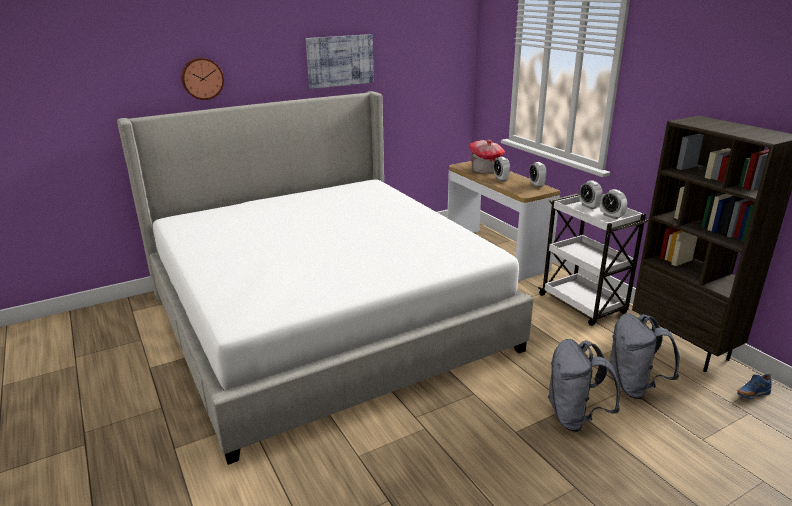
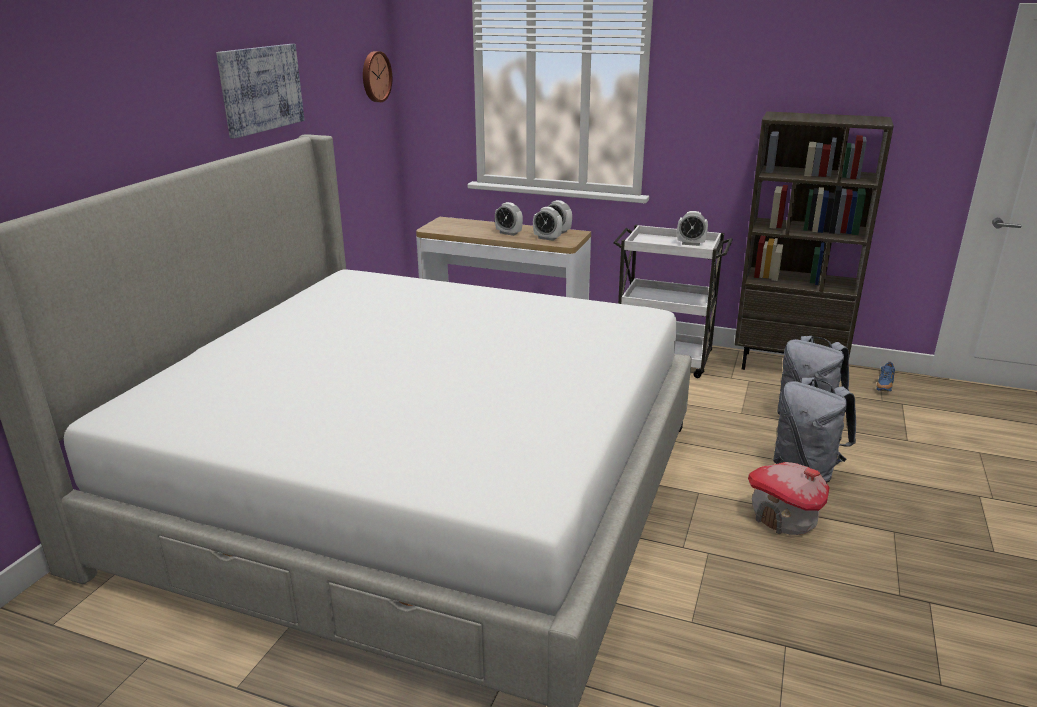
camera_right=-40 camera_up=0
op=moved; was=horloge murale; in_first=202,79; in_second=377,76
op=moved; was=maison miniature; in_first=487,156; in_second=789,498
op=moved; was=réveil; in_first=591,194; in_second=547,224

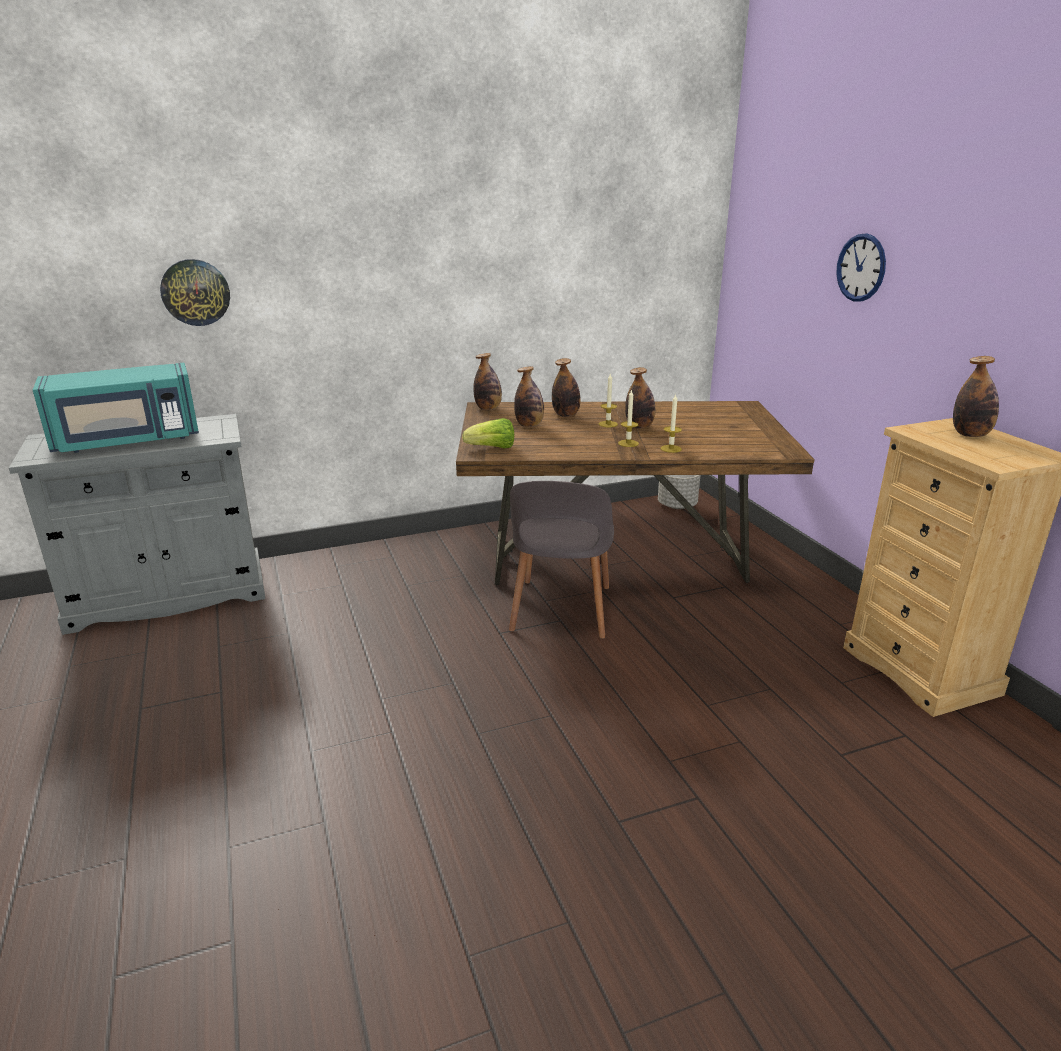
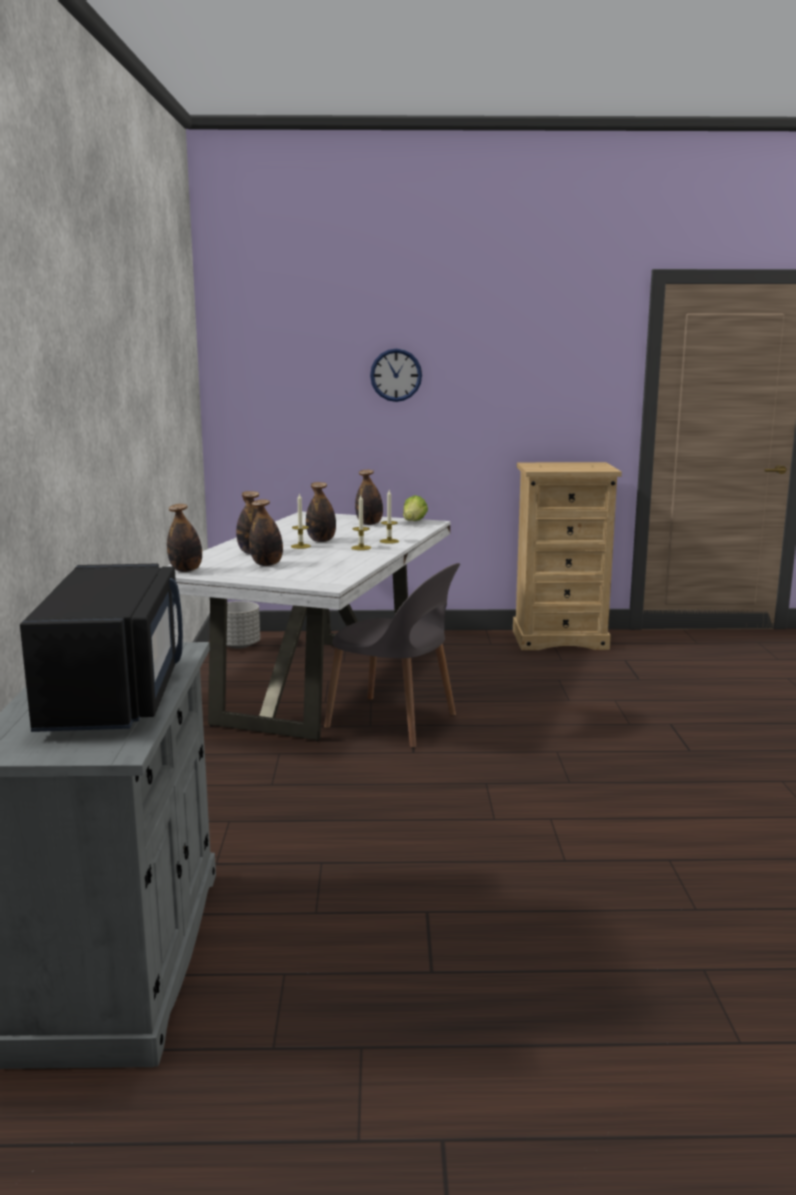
camera_right=-70 camera_up=-10
op=removed; was=horloge murale; in_first=195,292
op=moved; was=laitue; in_first=488,433; in_second=415,508
op=moved; was=bouteille; in_first=976,396; in_second=369,497
op=recoloured; was=micro-ondes/turquoise; now=micro-ondes/noir; in_first=116,408; in_second=101,647
op=recoloured; was=table à manger/marron; now=table à manger/blanc; in_first=635,493; in_second=308,626

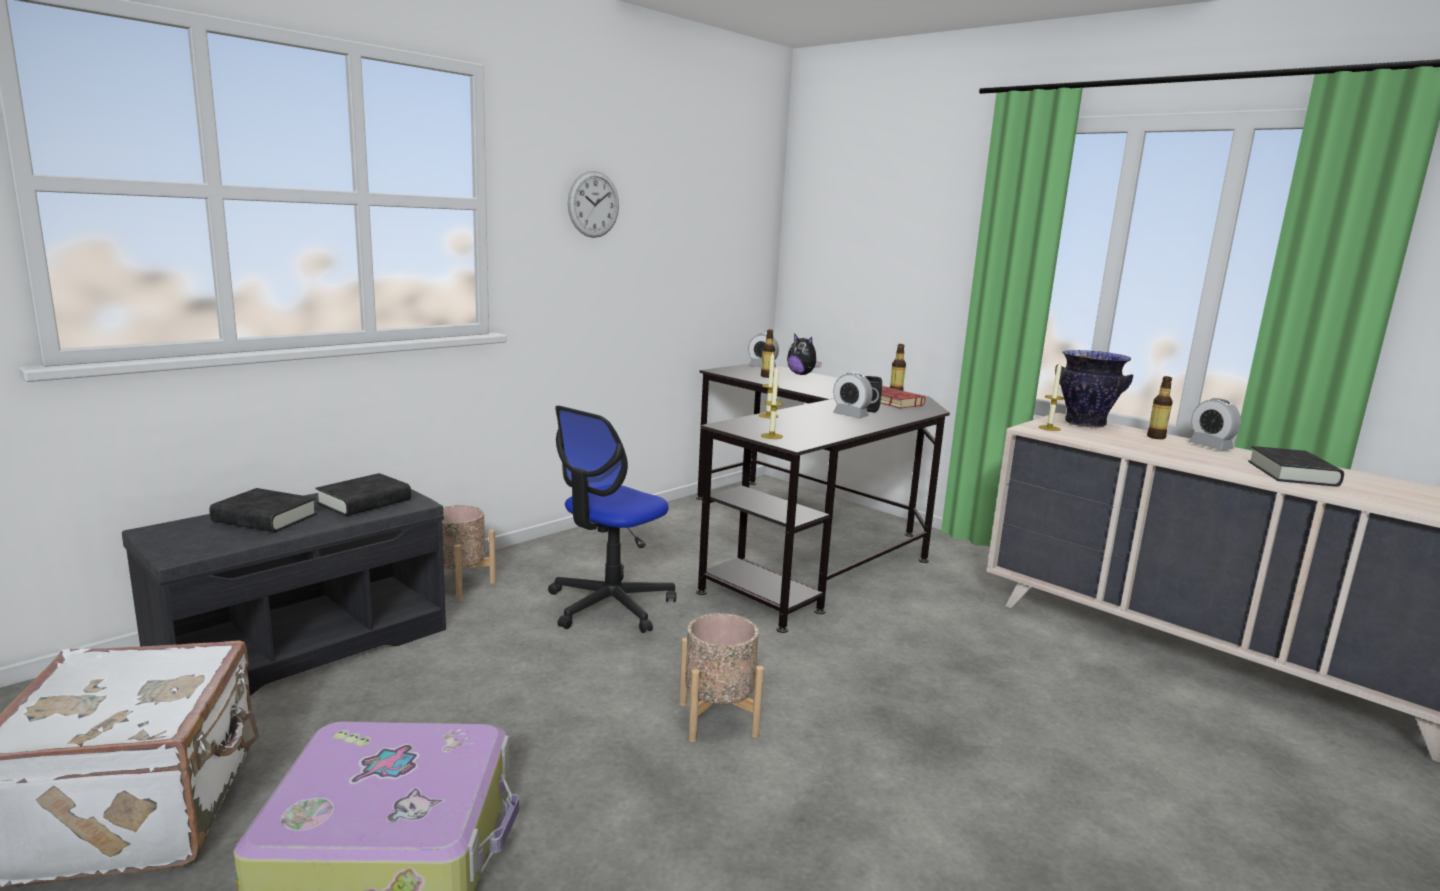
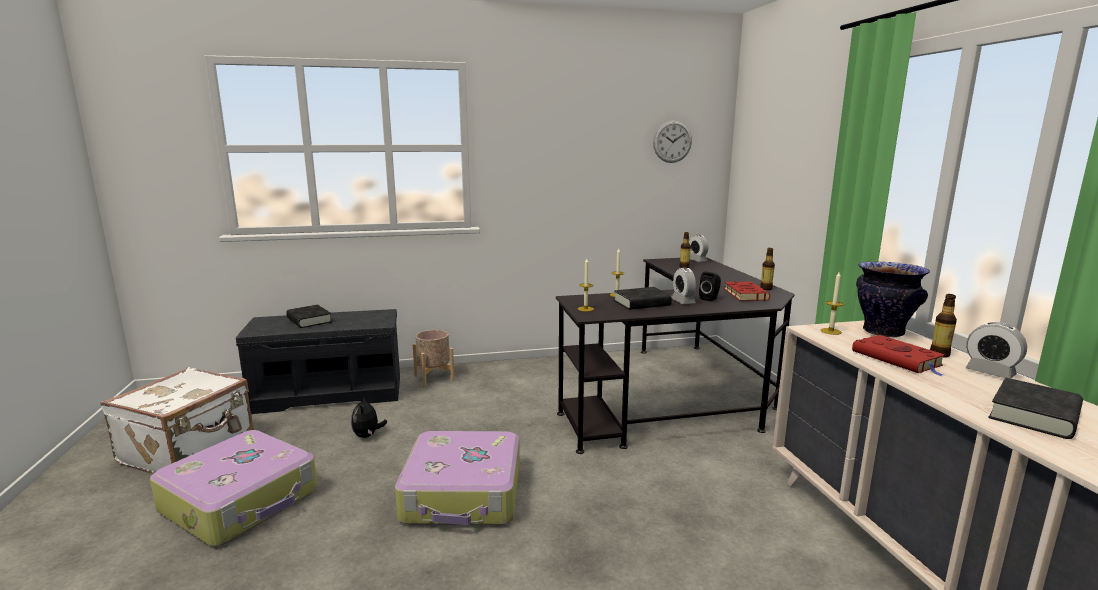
camera_right=35 camera_up=0
op=removed; was=chaise de bureau; in_first=612,519
op=added; now=livre/rouge; in_second=898,355
op=moved; was=livre/noir; in_first=363,494; in_second=643,298
op=moved; was=horloge murale; in_first=593,204; in_second=672,141
op=moved; was=peluche; in_first=804,354; in_second=369,417
op=replaced; was=cache-pot/beige; now=valise; in_first=721,677; in_second=457,478
op=turned; was=réveil; in_first=1215,424; in_second=996,350; clockwise=-45

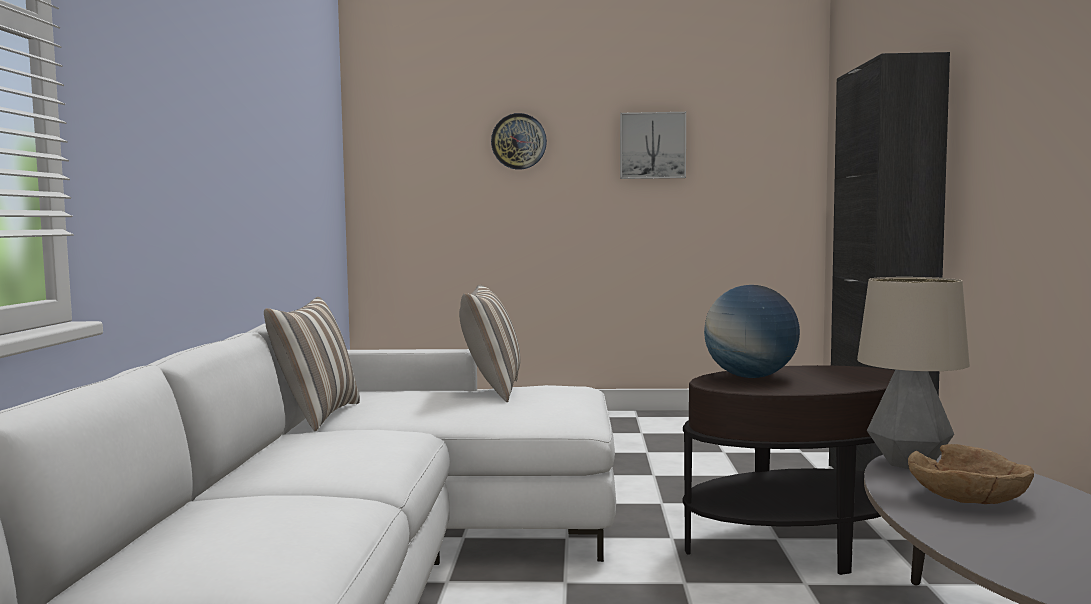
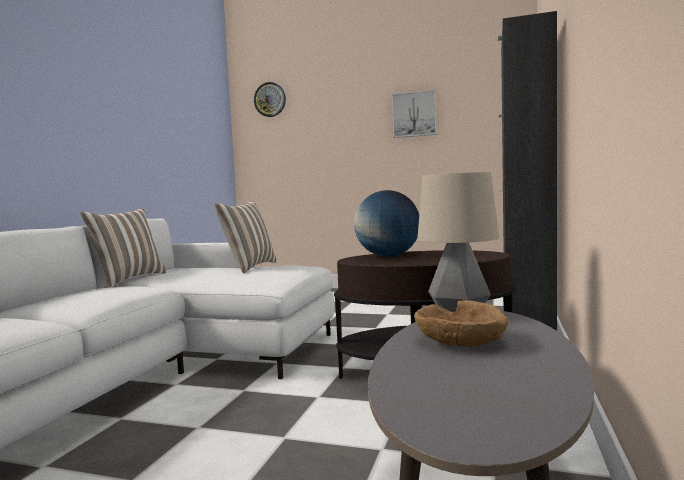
camera_right=15 camera_up=0
op=moved; was=horloge murale; in_first=519,141; in_second=270,99

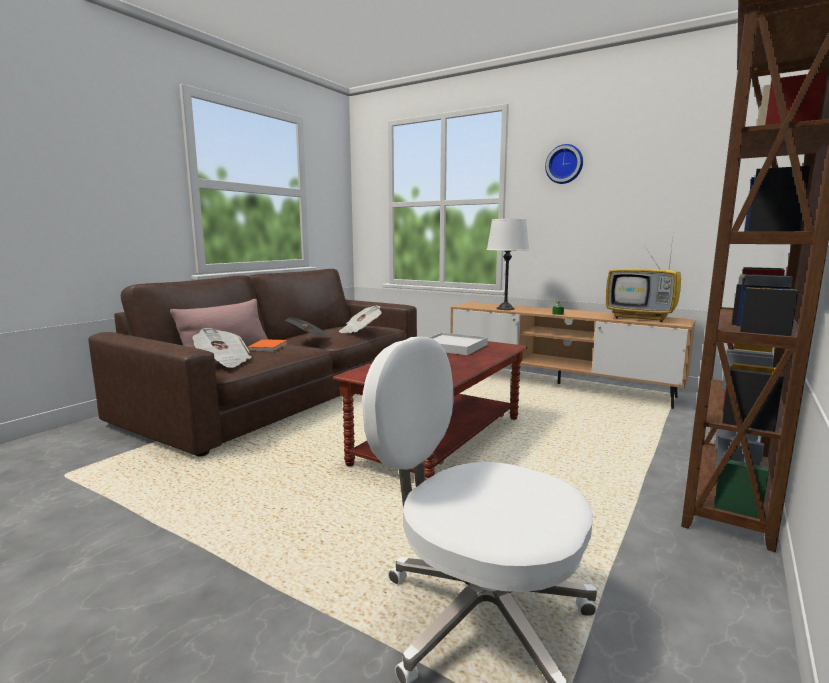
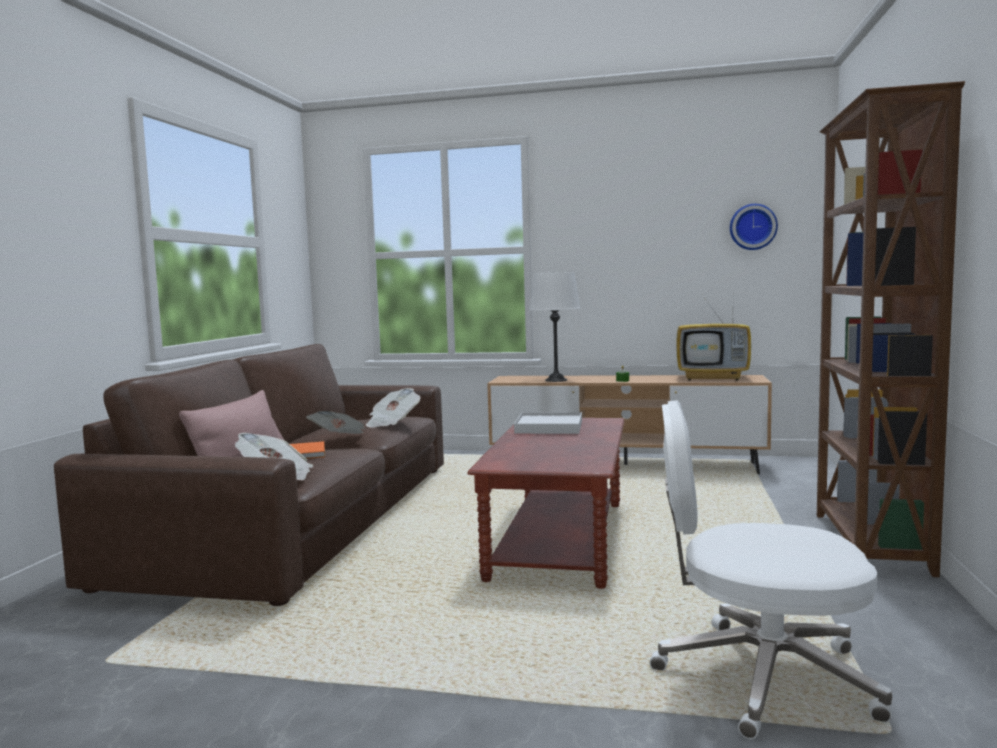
camera_right=-20 camera_up=-5
op=moved; was=horloge murale; in_first=564,164; in_second=754,227

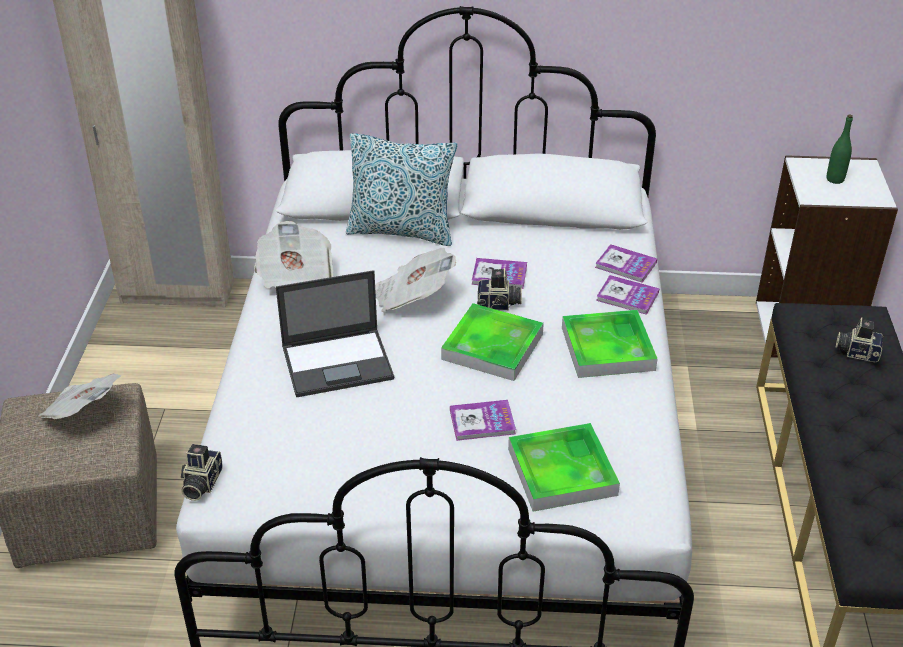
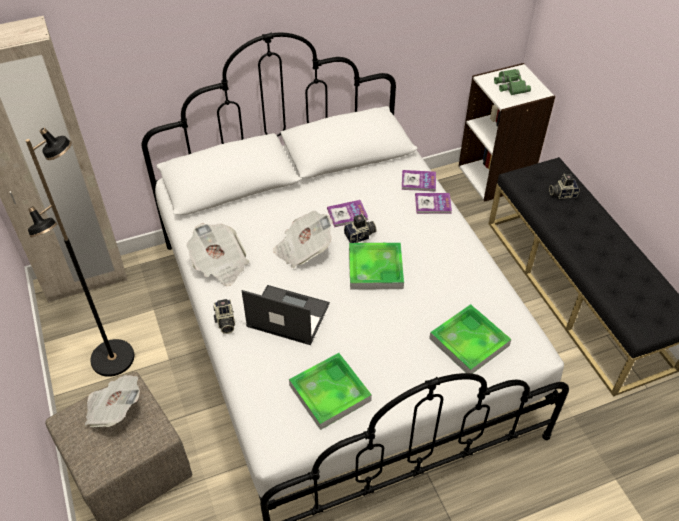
camera_right=-25 camera_up=10
op=removed; was=coussin; in_first=402,189
op=removed; was=livre; in_first=483,420
op=added; now=lampadaire/noir; in_second=80,252
op=moved; was=appareil photo; in_first=202,472; in_second=224,316
op=moved; was=plateau; in_first=610,344; in_second=330,391
op=replaced; was=bouteille/vert; now=jumelles/vert; in_first=840,149; in_second=512,82
op=turned; was=ordinateur portable; in_first=335,333; in_second=286,315; clockwise=-120

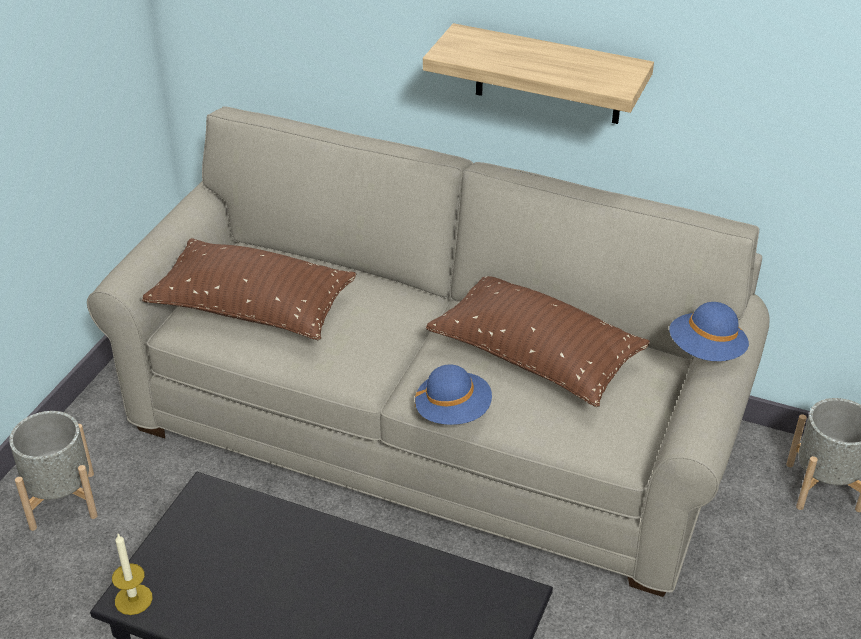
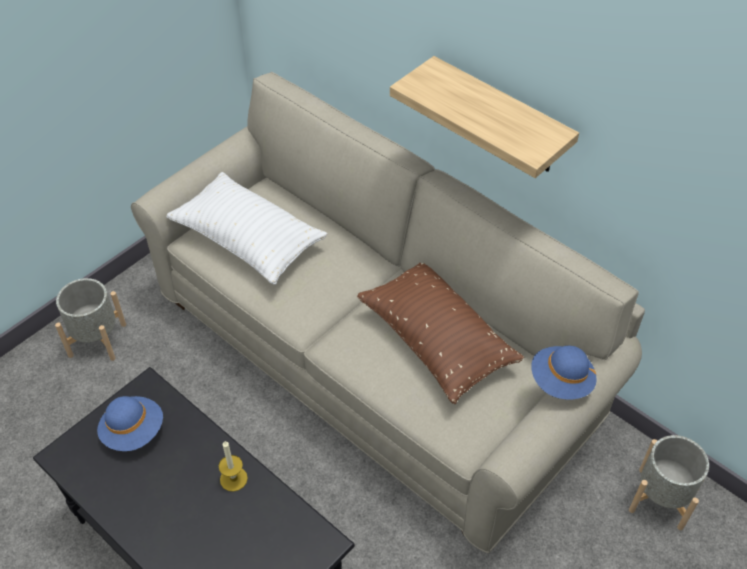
camera_right=20 camera_up=10
op=moved; was=bougie; in_first=132,574; in_second=233,466
op=moved; was=chapeau/bleu; in_first=453,394; in_second=130,423
op=recoloured; was=coussin/marron; now=coussin/blanc; in_first=249,289; in_second=246,228

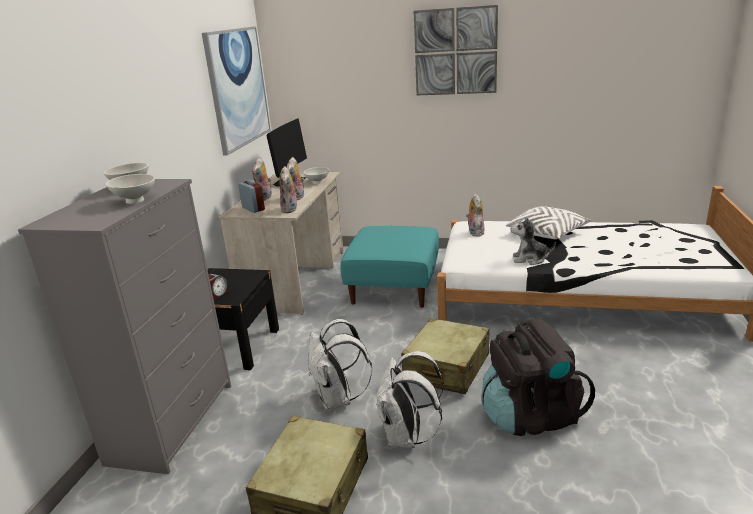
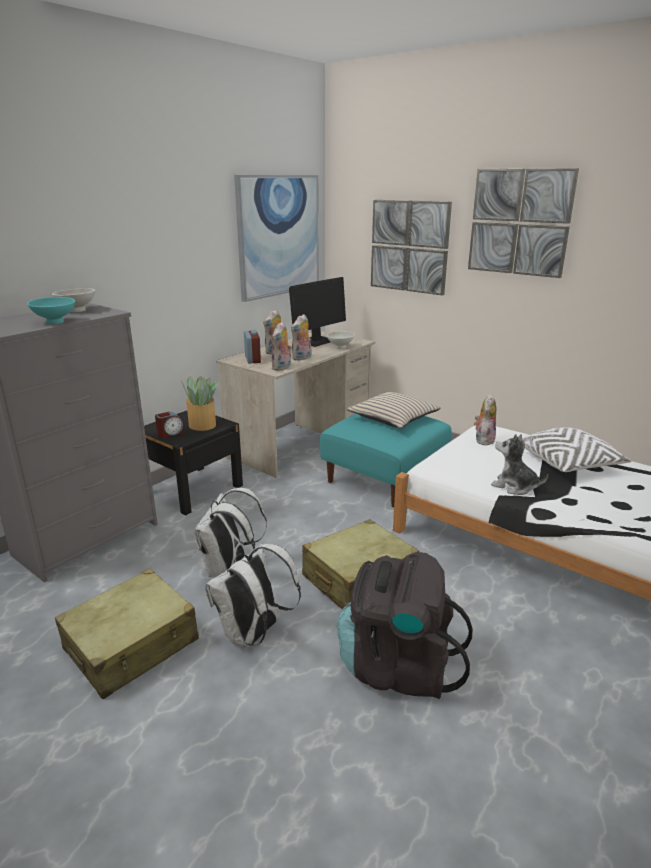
camera_right=25 camera_up=0
op=added; now=plante en pot; in_second=199,403
op=added; now=coussin/beige; in_second=393,410
op=added; now=tableau; in_second=411,248
op=recoloured; was=bol/blanc; now=bol/turquoise; in_first=130,189; in_second=51,310

